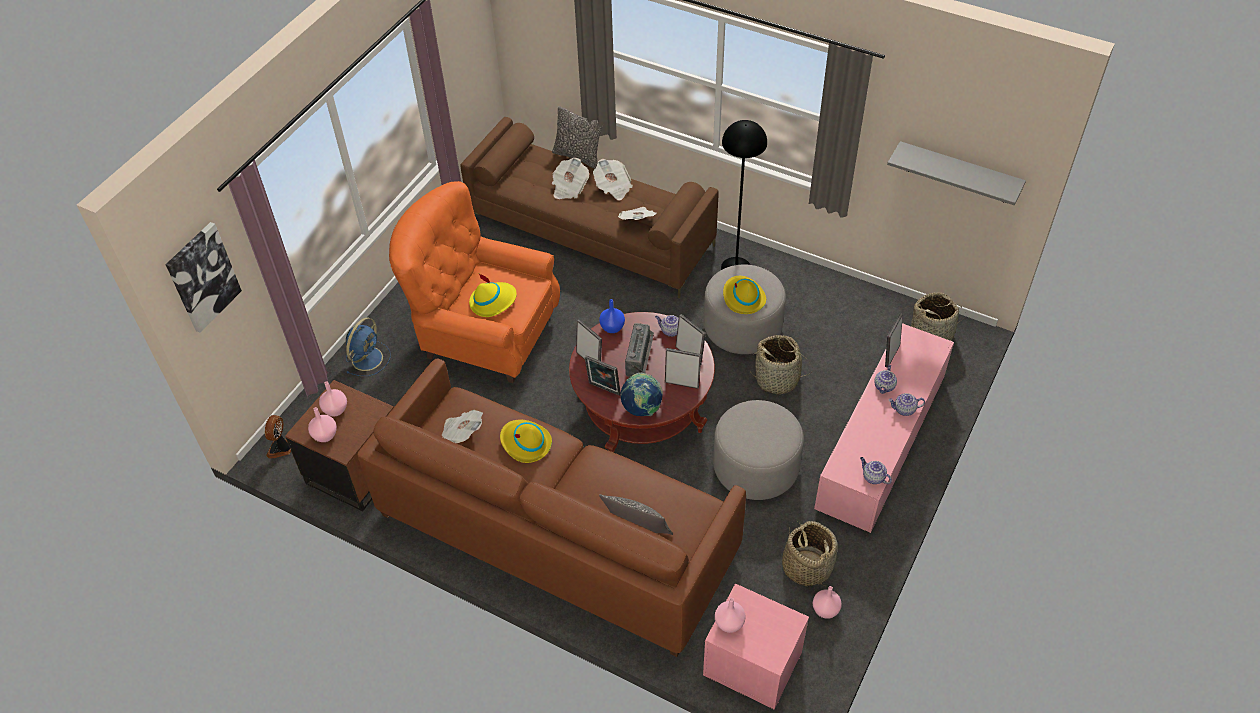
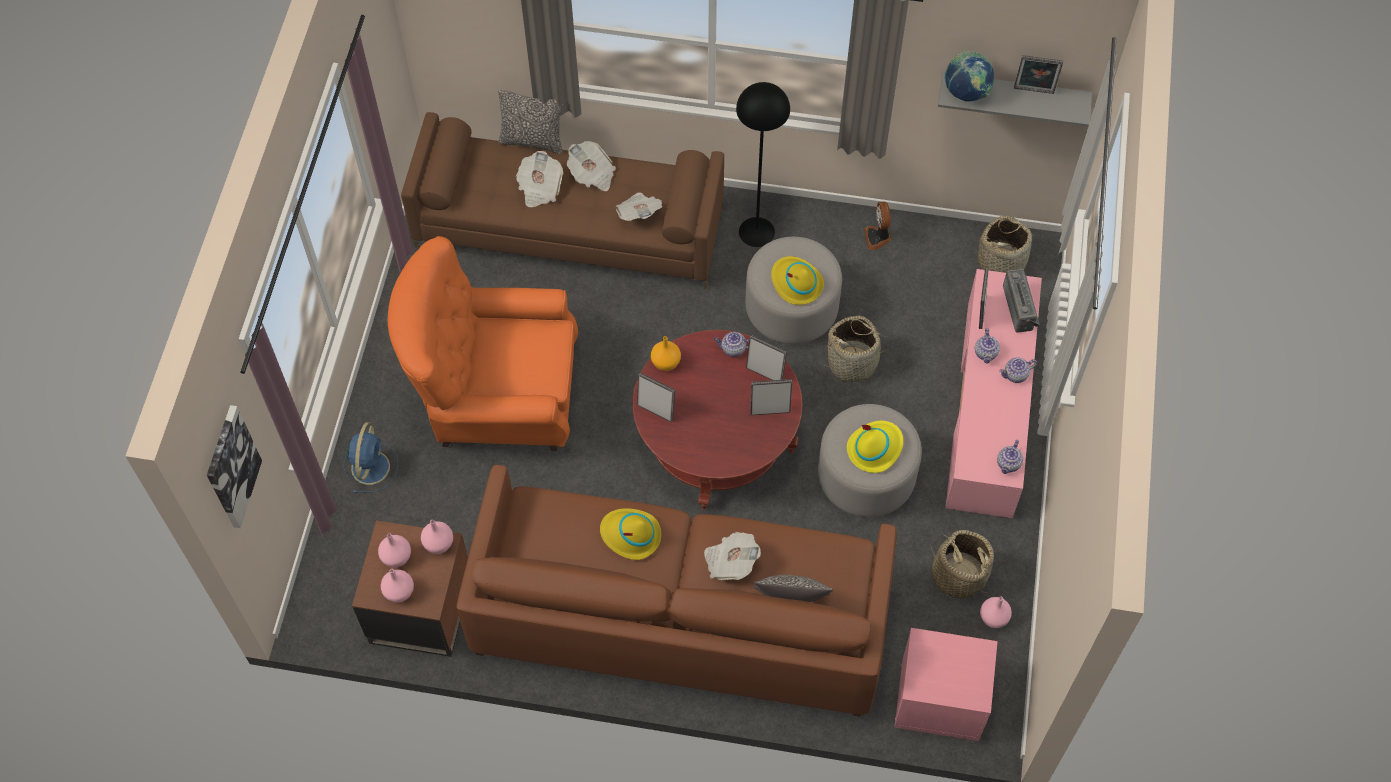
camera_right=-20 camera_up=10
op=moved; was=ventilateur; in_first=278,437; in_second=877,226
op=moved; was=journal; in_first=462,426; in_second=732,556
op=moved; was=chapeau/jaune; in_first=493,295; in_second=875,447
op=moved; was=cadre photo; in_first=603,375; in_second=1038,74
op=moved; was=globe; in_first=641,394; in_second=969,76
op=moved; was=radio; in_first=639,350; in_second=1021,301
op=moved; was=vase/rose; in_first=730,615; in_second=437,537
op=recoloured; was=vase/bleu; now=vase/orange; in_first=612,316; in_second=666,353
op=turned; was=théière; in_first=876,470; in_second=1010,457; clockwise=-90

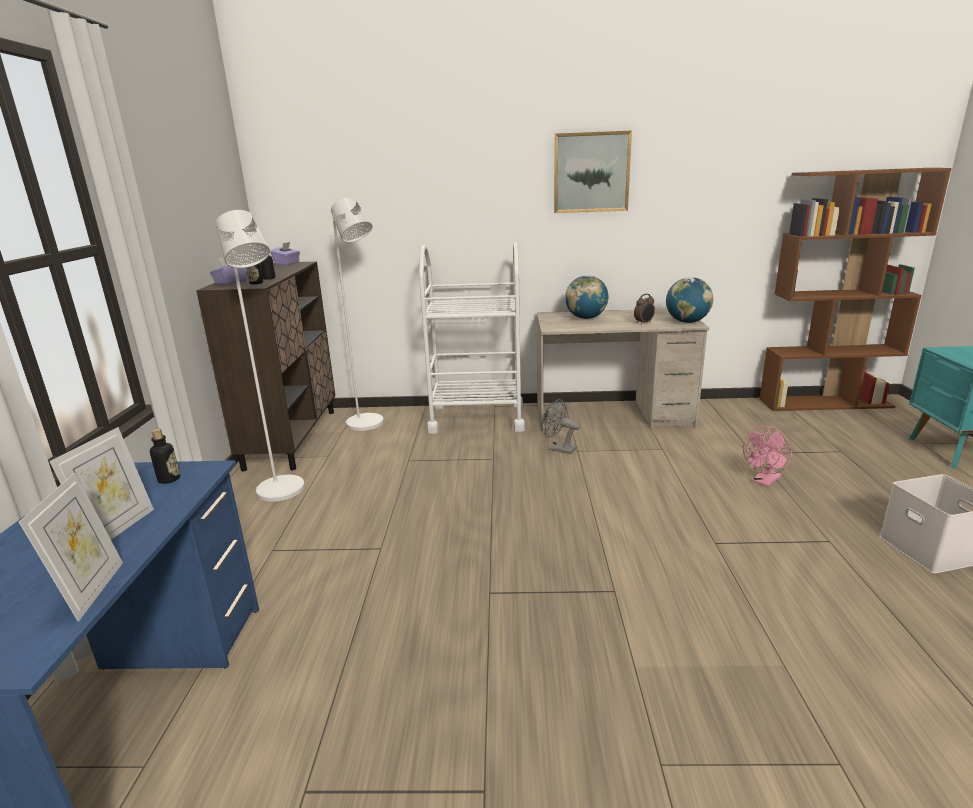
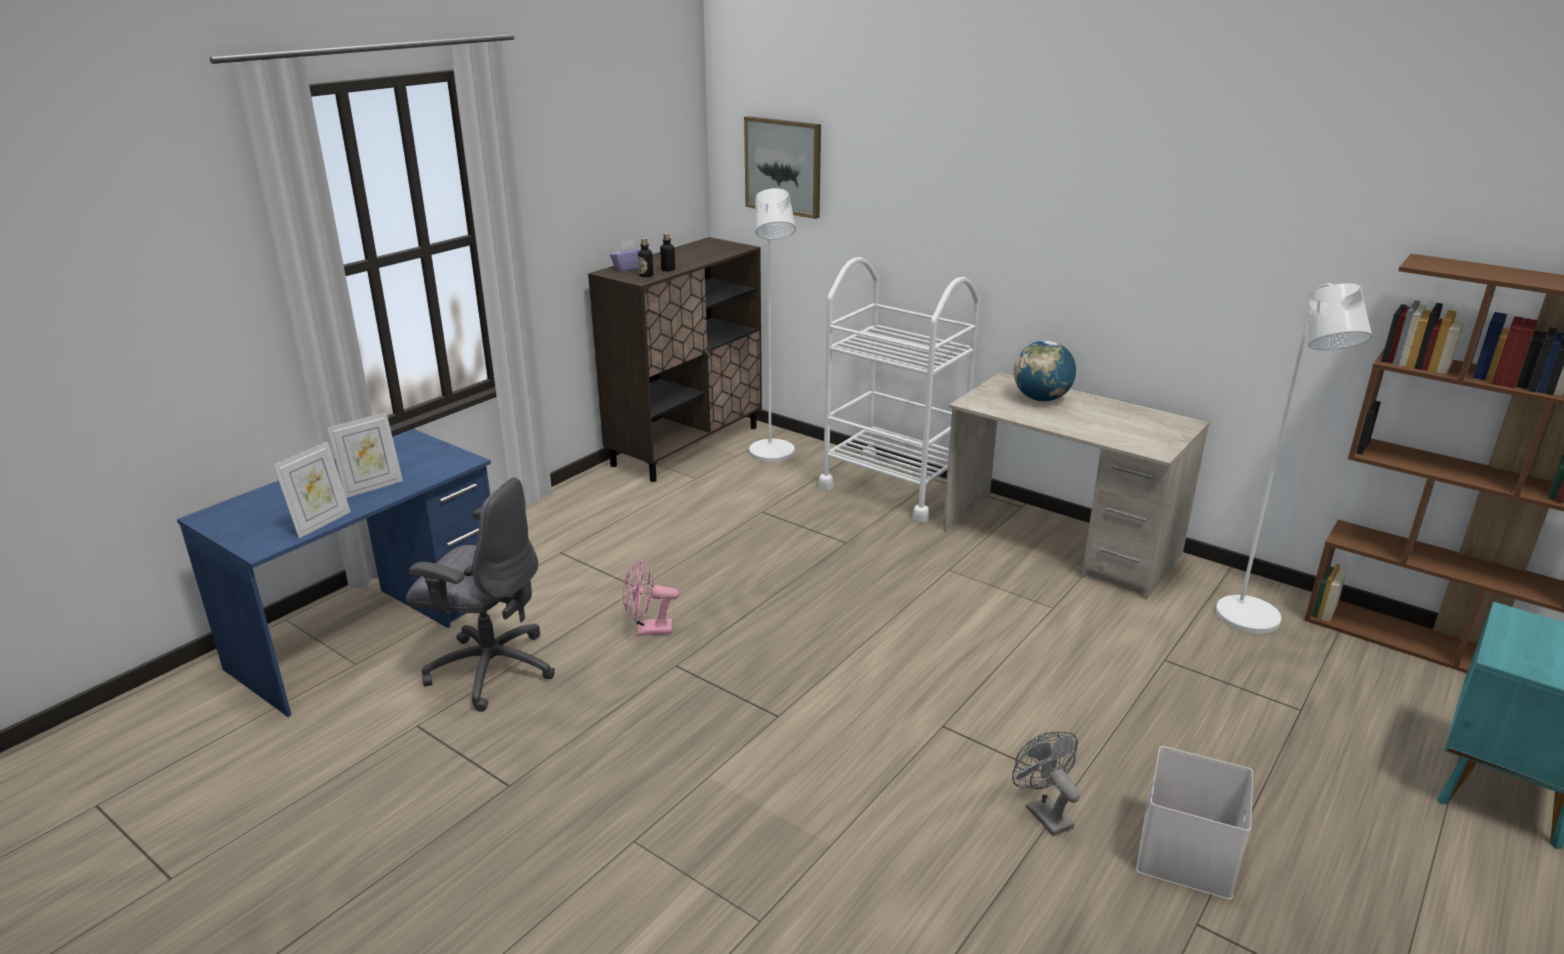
camera_right=35 camera_up=5
op=removed; was=bouteille; in_first=165,456
op=removed; was=boîte à mouchoirs/violet; in_first=285,254
op=removed; was=réveil; in_first=644,309
op=removed; was=globe; in_first=689,300
op=added; now=chaise de bureau/gris; in_second=480,594
op=moved; was=lampadaire/blanc; in_first=260,356; in_second=1294,458
op=moved; was=ventilateur/gris; in_first=561,426; in_second=1046,784
op=moved; was=tableau; in_first=593,172; in_second=782,167
op=moved; was=ventilateur/rose; in_first=767,456; in_second=651,598

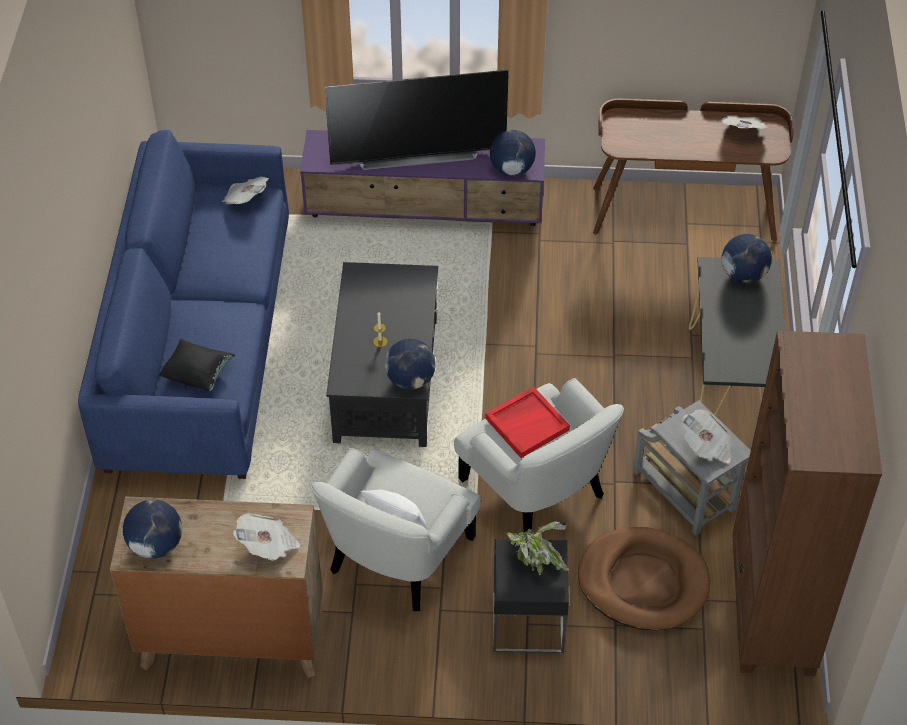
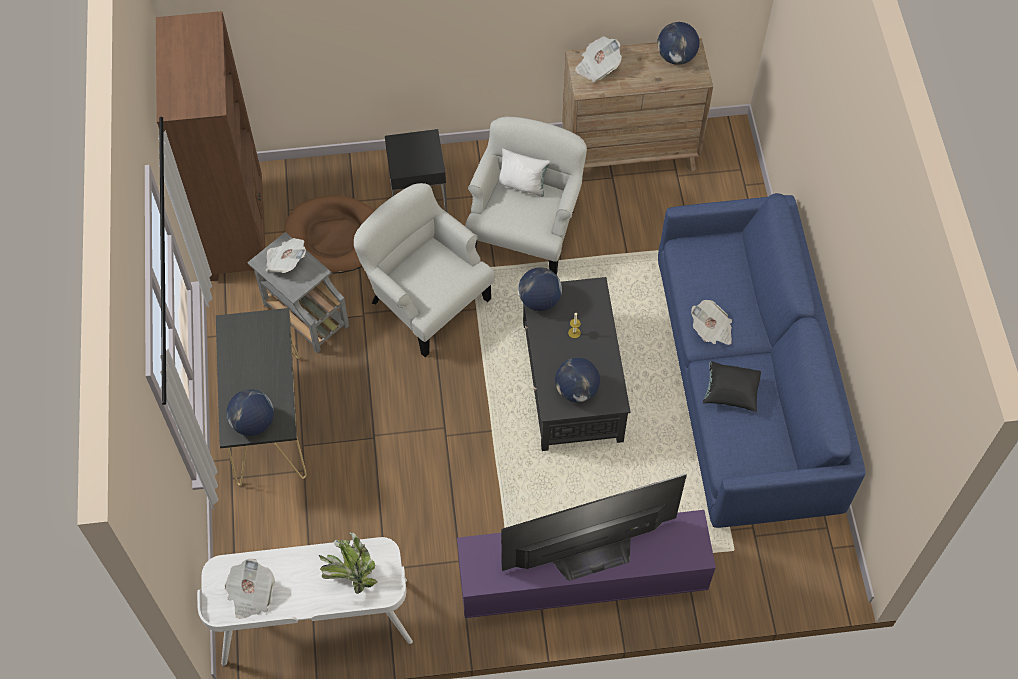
camera_right=170 camera_up=10
op=removed; was=plateau/rouge; in_first=527,422
op=moved; was=coussin/noir; in_first=197,365; in_second=732,386
op=moved; was=journal; in_first=245,190; in_second=711,322
op=moved; was=globe; in_first=513,153; in_second=577,380
op=moved; was=plante en pot; in_first=538,548; in_second=348,563
op=recoloured; was=bureau/marron; now=bureau/blanc; in_first=693,169; in_second=305,601

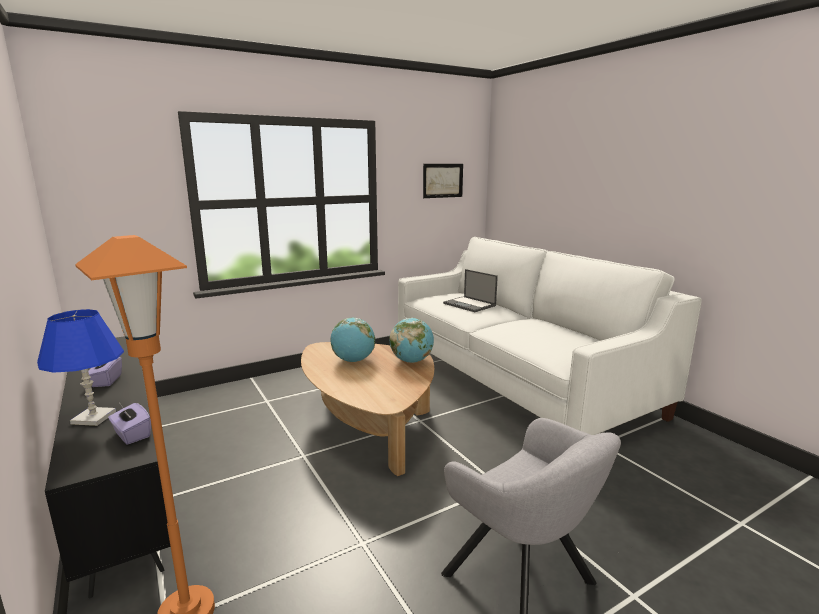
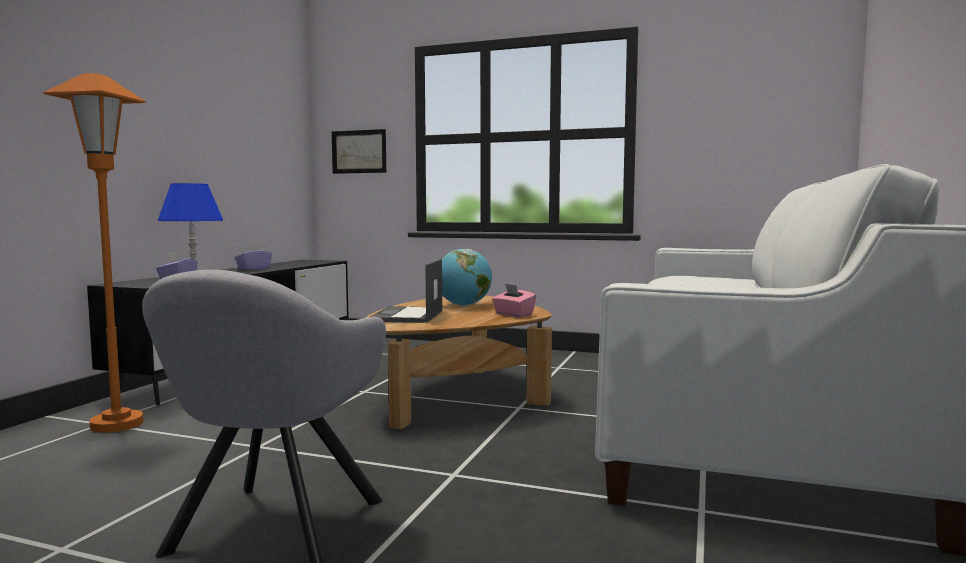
camera_right=50 camera_up=-10
op=moved; was=tableau; in_first=443,181; in_second=359,151
op=moved; was=ordinateur portable; in_first=470,290; in_second=406,291
op=replaced; was=globe; now=boîte à mouchoirs/rose; in_first=411,340; in_second=514,300

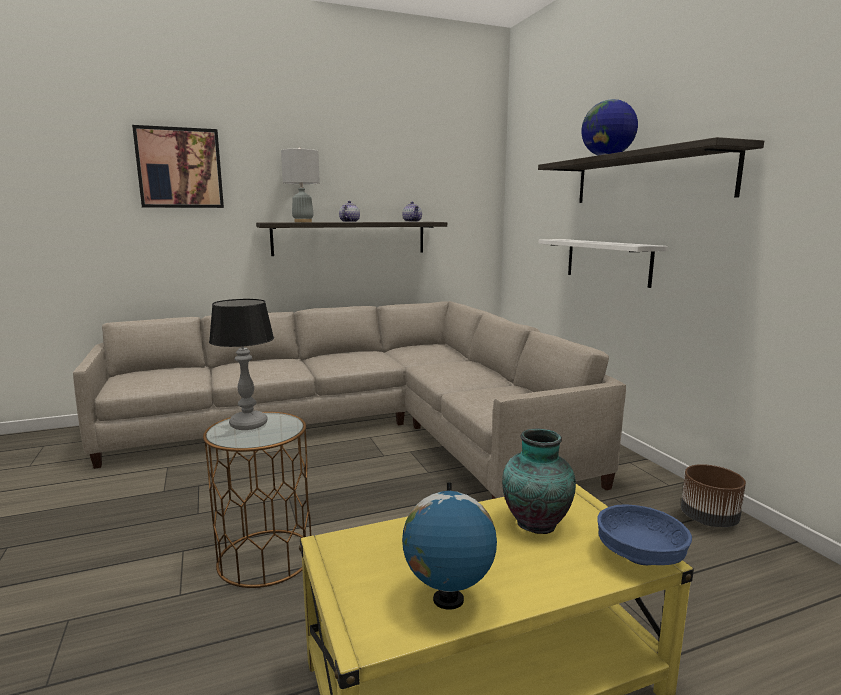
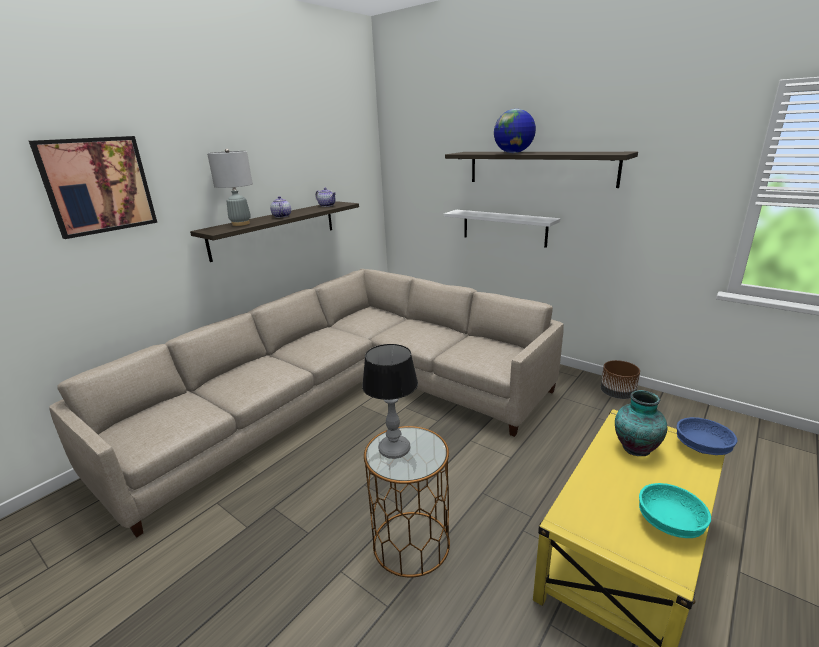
camera_right=-30 camera_up=10
op=replaced; was=globe; now=bol/turquoise; in_first=449,546; in_second=675,510

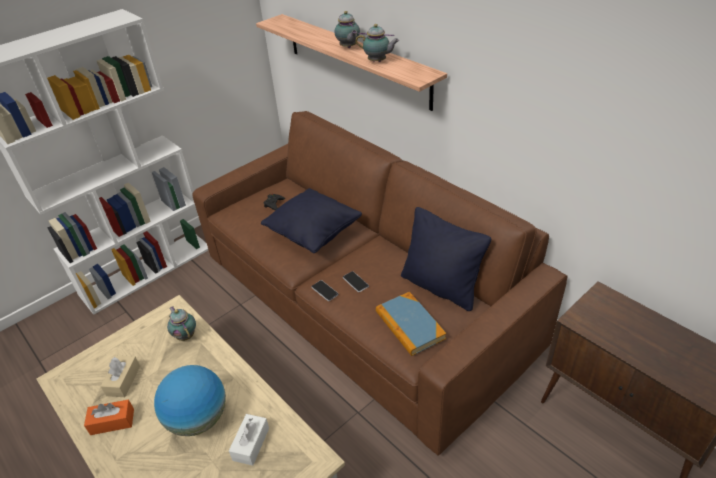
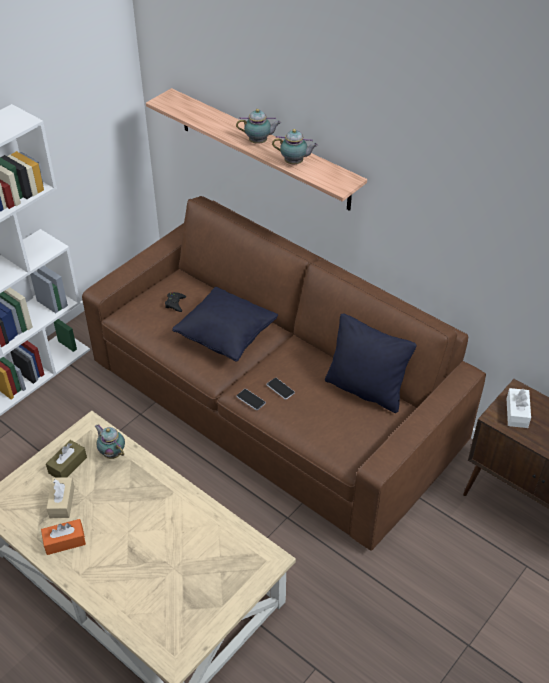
camera_right=-10 camera_up=5
op=removed; was=globe; in_first=190,400
op=removed; was=livre; in_first=411,324
op=added; now=boîte à mouchoirs/marron; in_second=66,459
op=moved; was=boîte à mouchoirs/blanc; in_first=249,440; in_second=519,408
op=turned; was=théière; in_first=347,29; in_second=258,126; clockwise=-60

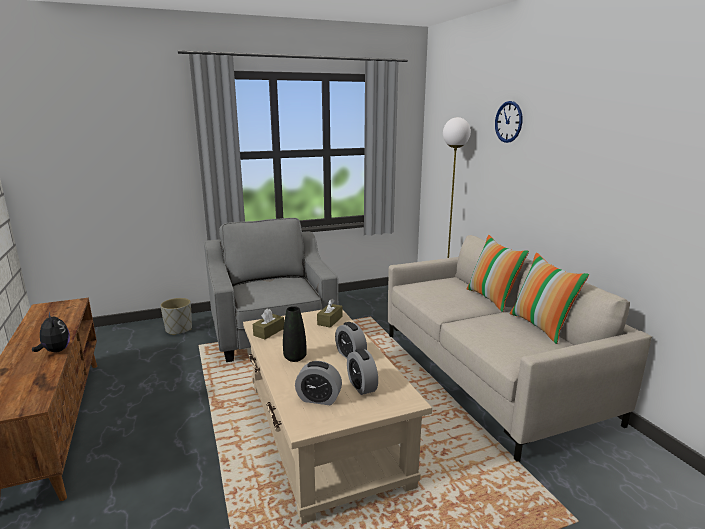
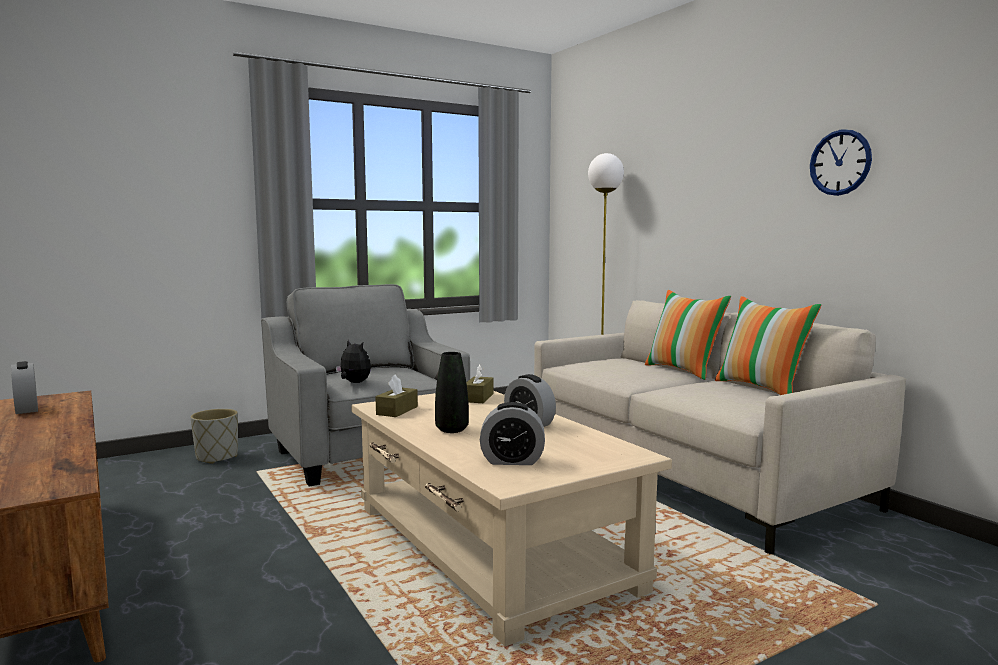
camera_right=-10 camera_up=-10
op=moved; was=peluche; in_first=51,332; in_second=353,361
op=moved; was=réveil; in_first=362,372; in_second=24,387
op=moved; was=horloge murale; in_first=508,122; in_second=841,162

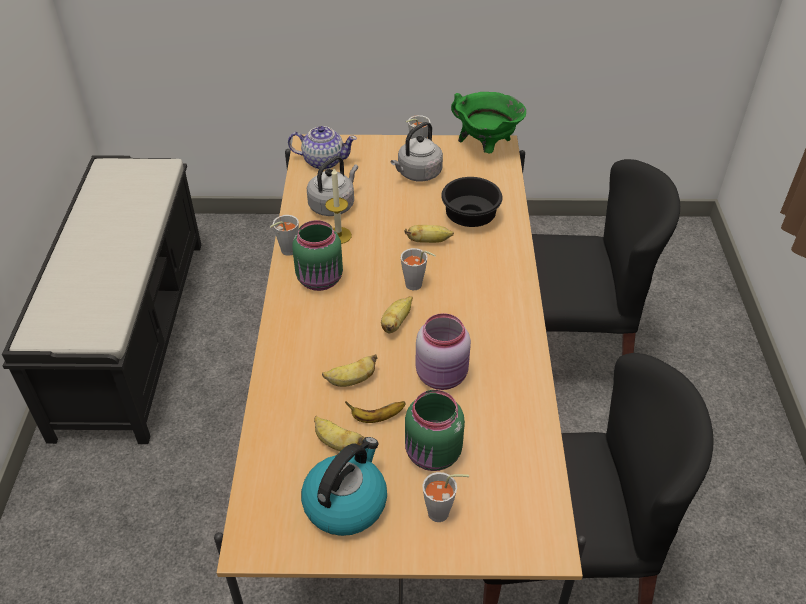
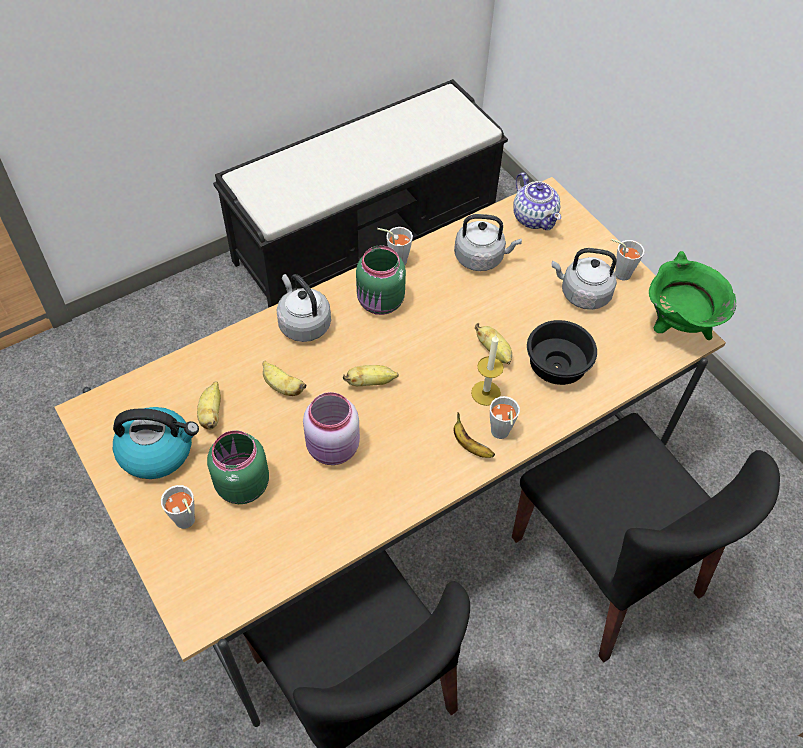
camera_right=55 camera_up=10
op=added; now=bouilloire/gris; in_second=304,308
op=moved; was=bougie; in_first=338,206; in_second=487,370
op=moved; was=banane; in_first=375,412; in_second=474,435
op=moved; was=tasse/gris; in_first=418,269; in_second=505,417

